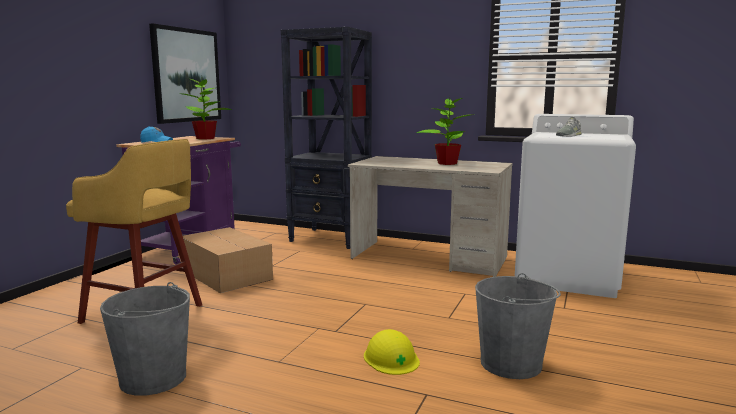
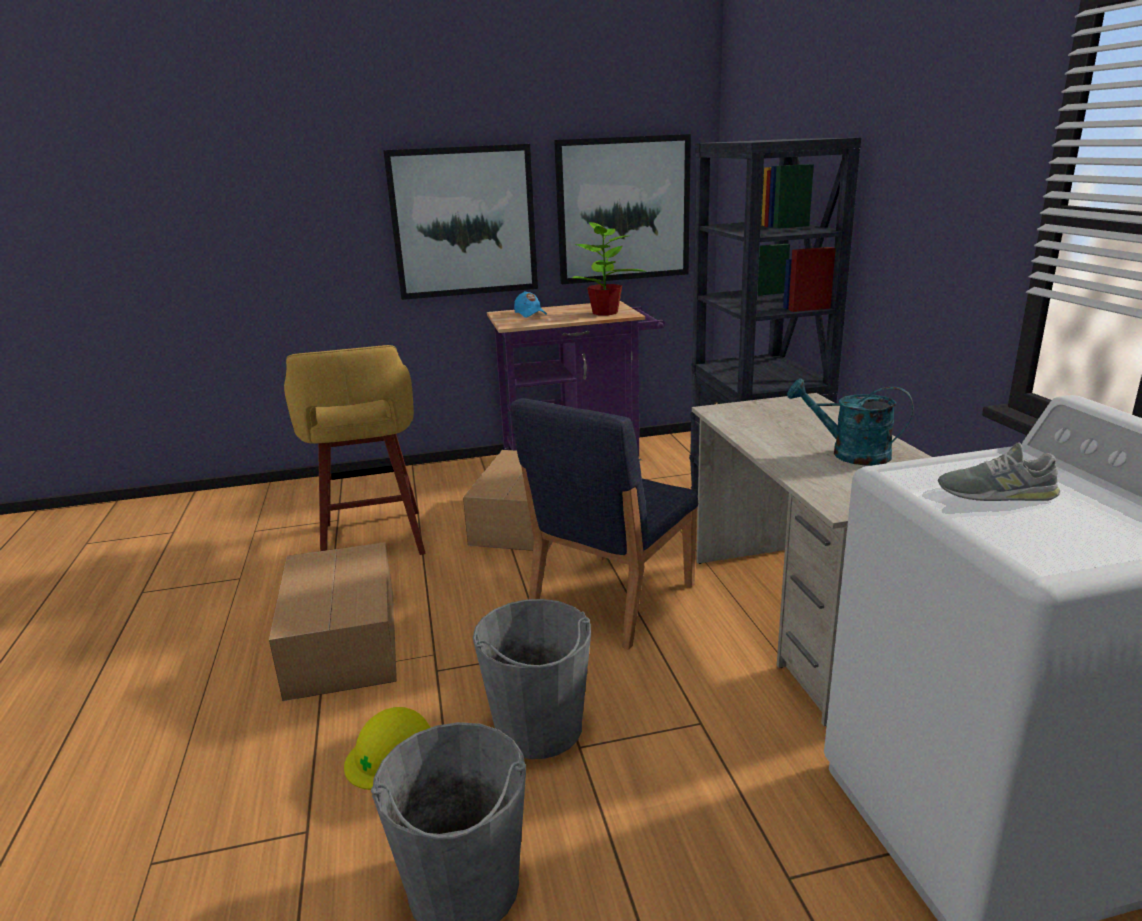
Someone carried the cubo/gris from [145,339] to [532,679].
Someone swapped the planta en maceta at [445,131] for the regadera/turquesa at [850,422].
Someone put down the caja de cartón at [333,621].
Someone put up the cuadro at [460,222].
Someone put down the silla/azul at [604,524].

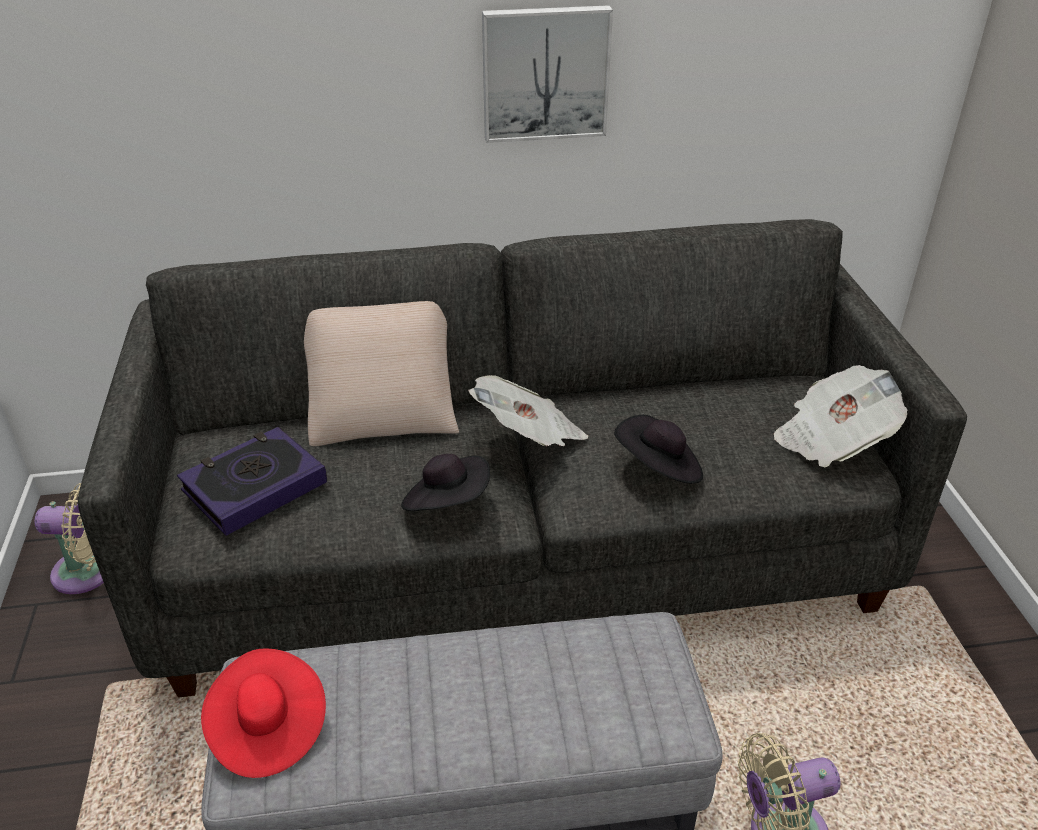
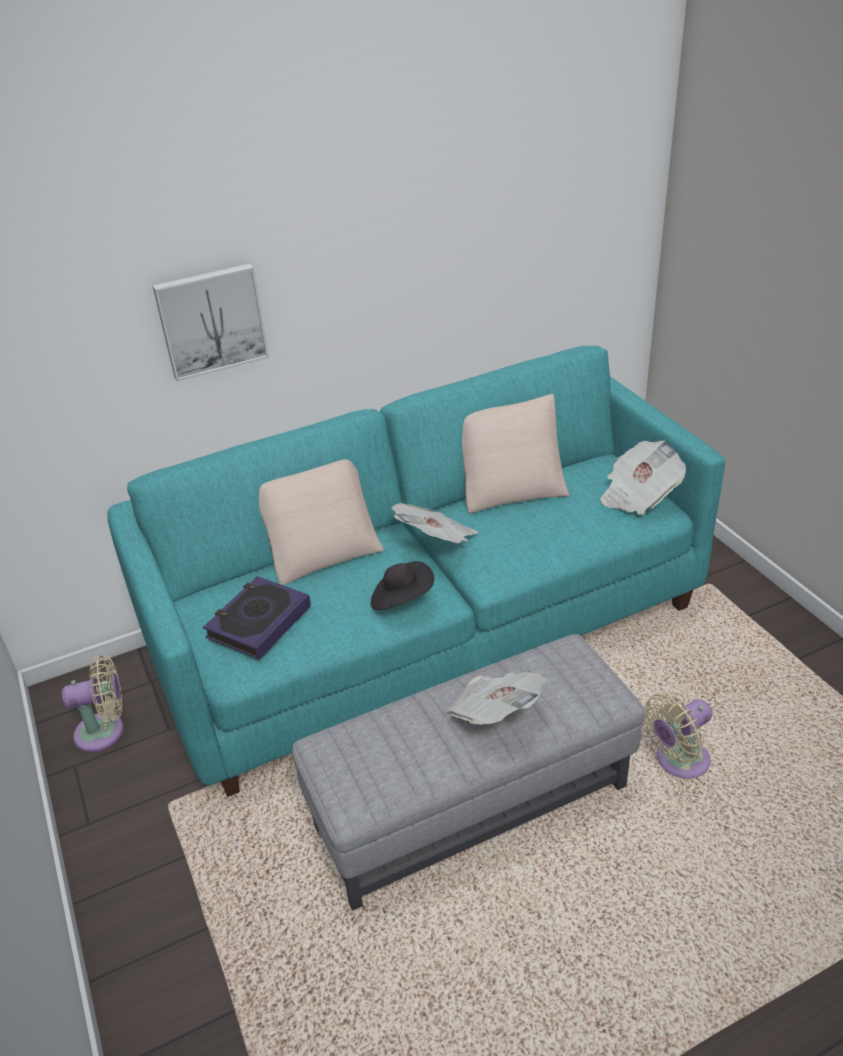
Someone repainted the sofá/gris at [522,458], which became the sofá/turquesa at [416,571].
Someone took away the sombrero/rojo at [263,713].
Someone carried the cuadro from [547,74] to [210,323].
Someone took away the sombrero/negro at [658,449].
Someone put down the periódico at [496,698].
Someone put down the cojín/beis at [516,453].

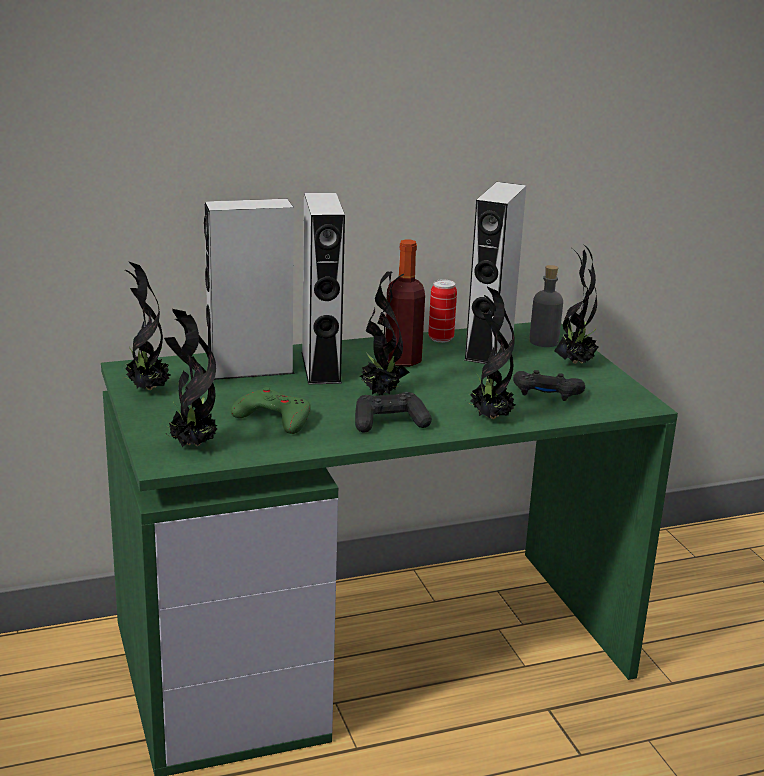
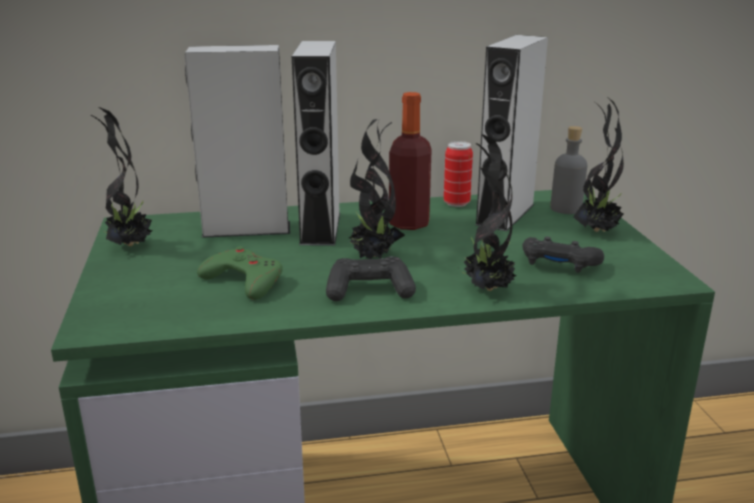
Someone took away the planta en maceta at [190,378].

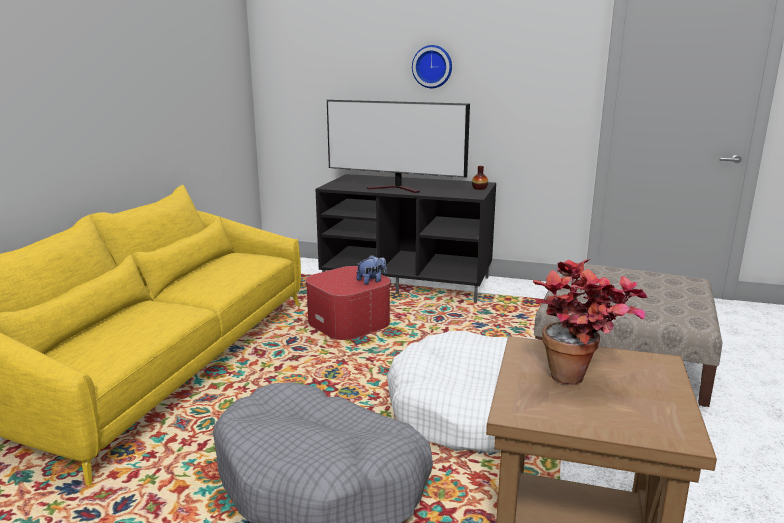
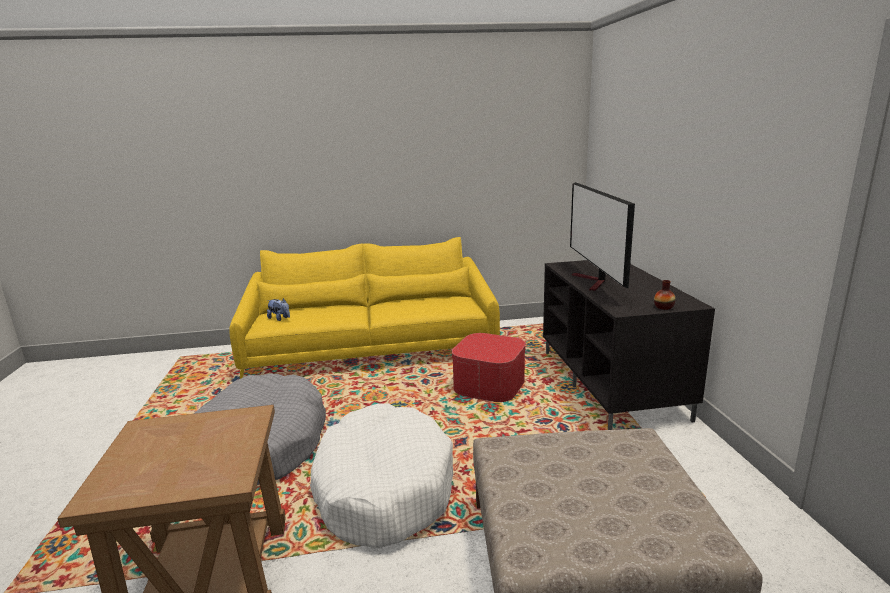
Someone carried the peluche from [372,270] to [278,309].
Someone took away the reloj de pared at [432,66].
Someone took away the planta en maceta at [589,322].

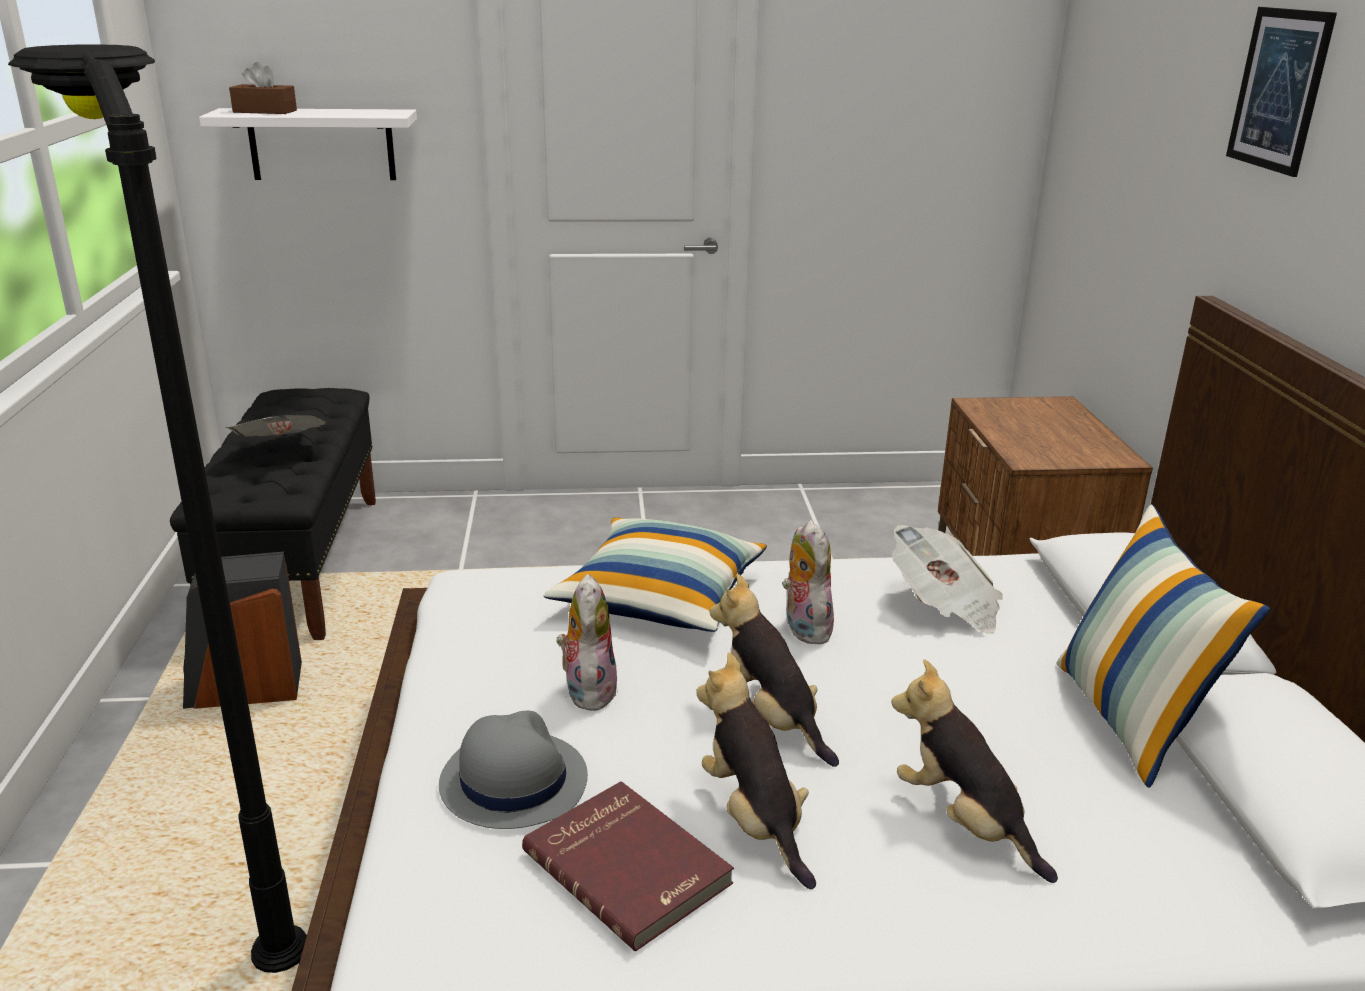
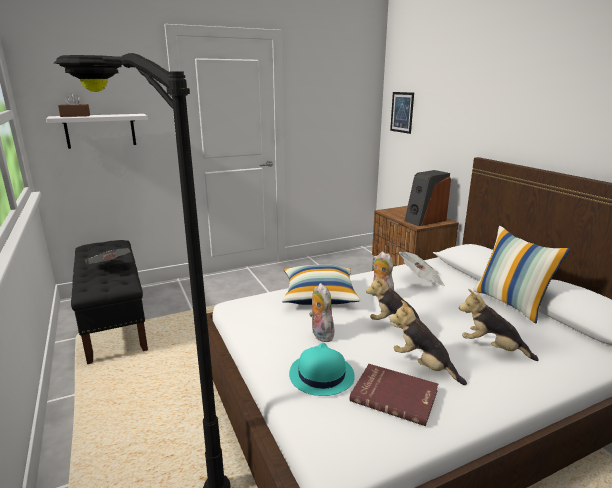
Someone carried the altavoz from [242,630] to [427,198].
Someone repainted the sombrero/gris at [513,769], which became the sombrero/turquesa at [322,369].
Someone carried the cuadro from [1281,92] to [402,113].

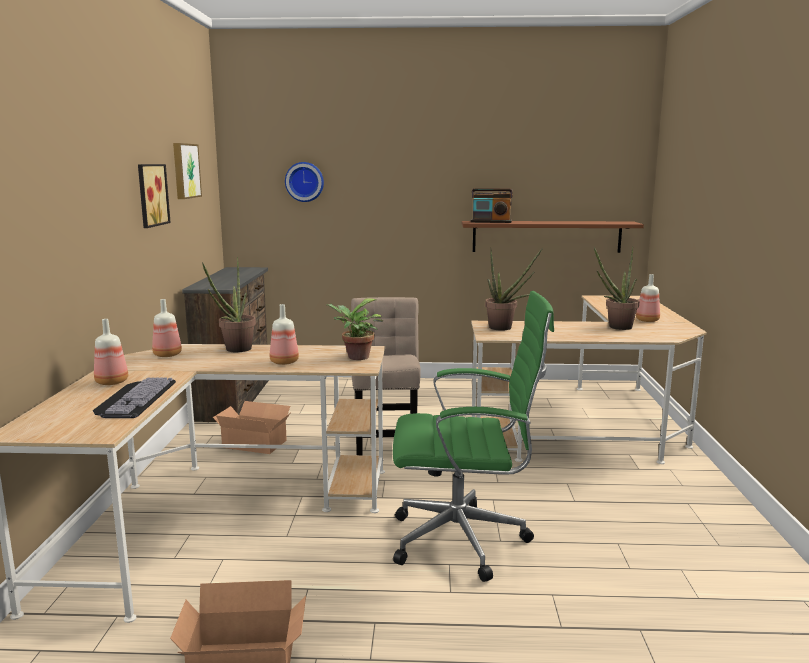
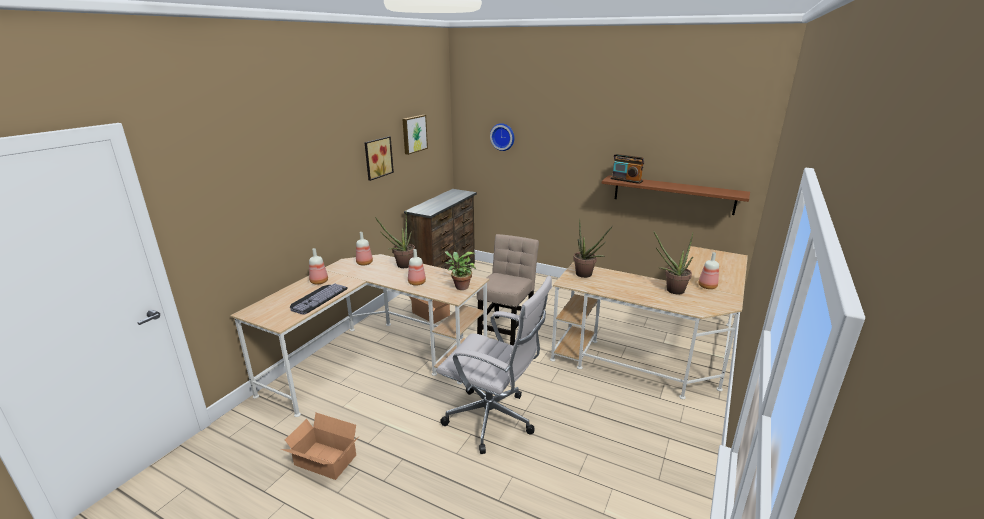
Someone repainted the silla de oficina/verde at [473,436], which became the silla de oficina/blanco at [494,365].

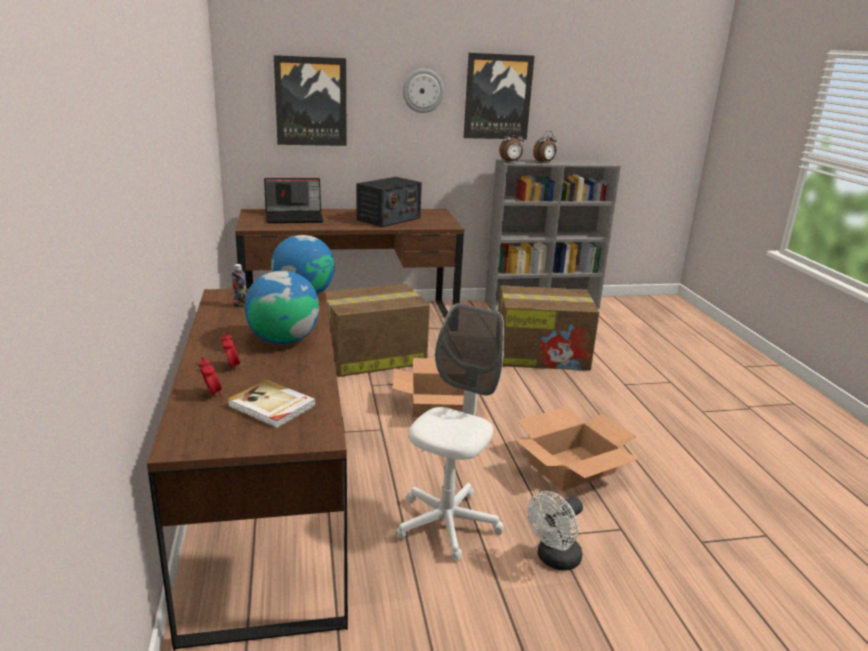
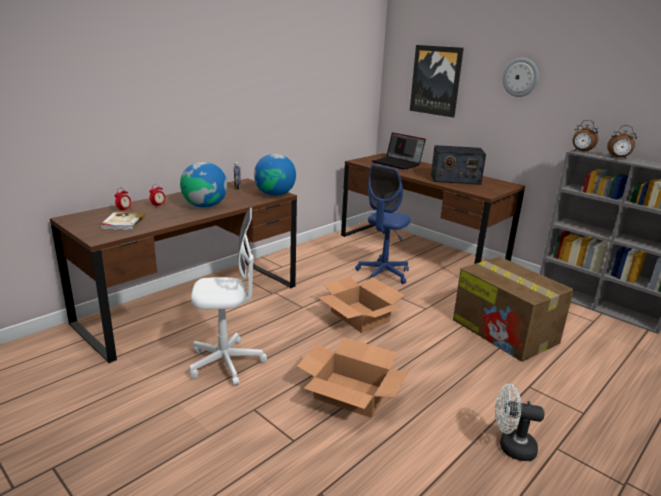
Someone swapped the caja de cartón at [377,330] for the silla de oficina/azul at [383,224].
Someone took away the cuadro at [498,96].
Someone carried the ventilador/blanco from [555,531] to [519,422].

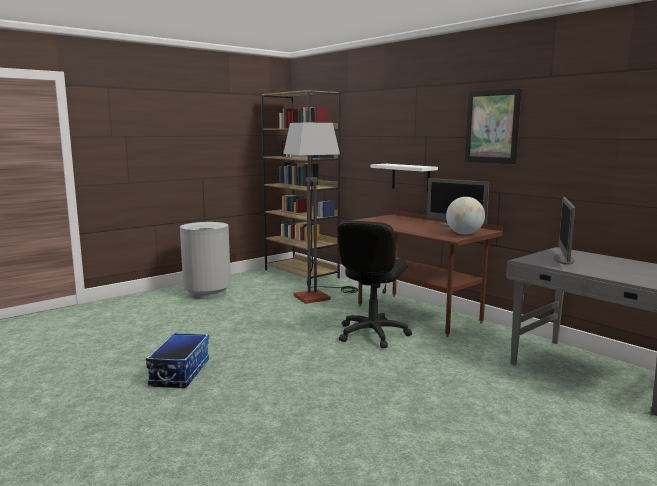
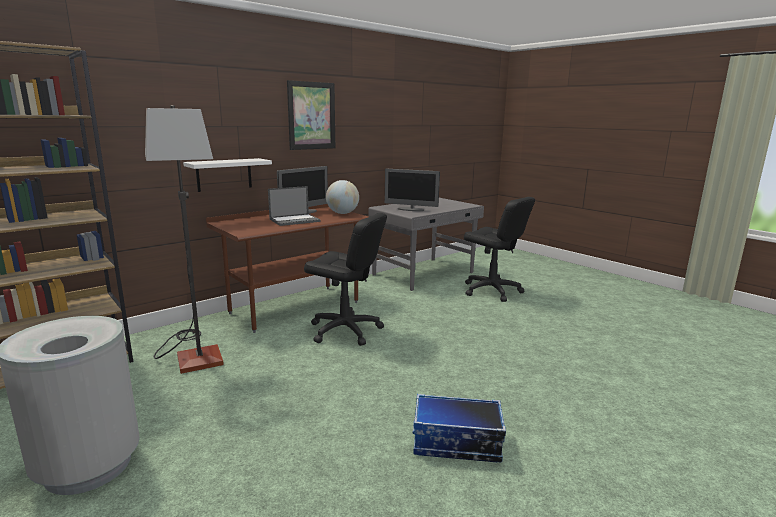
Someone put down the portátil at [294,206].
Someone put down the silla de oficina/negro at [499,249].

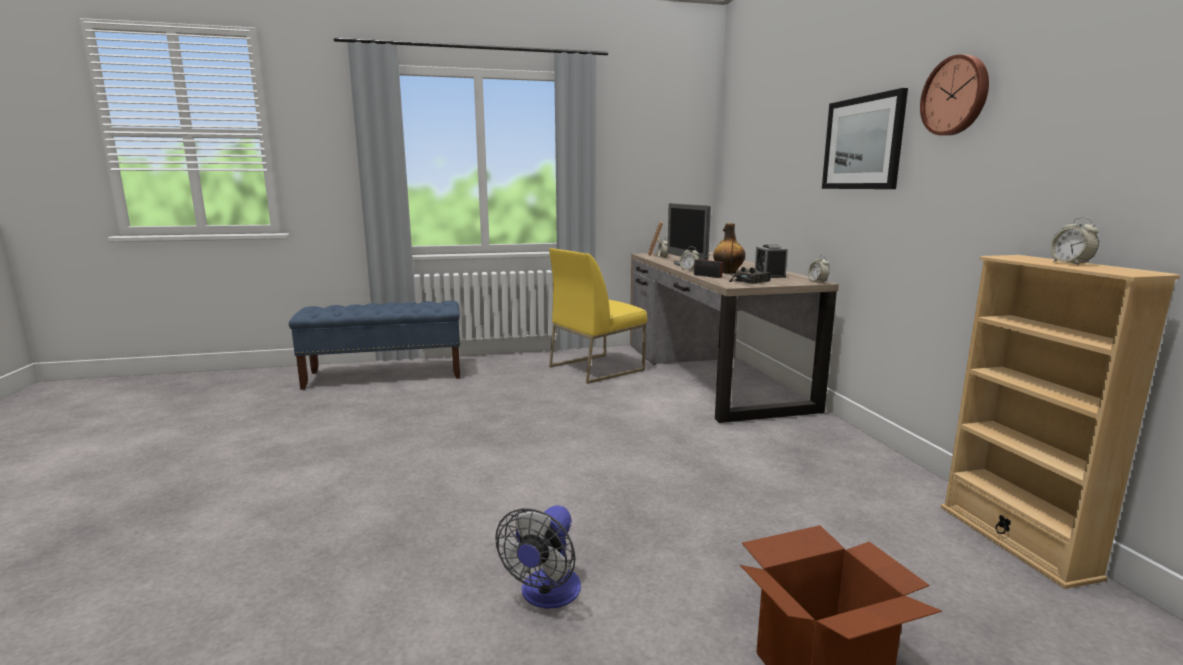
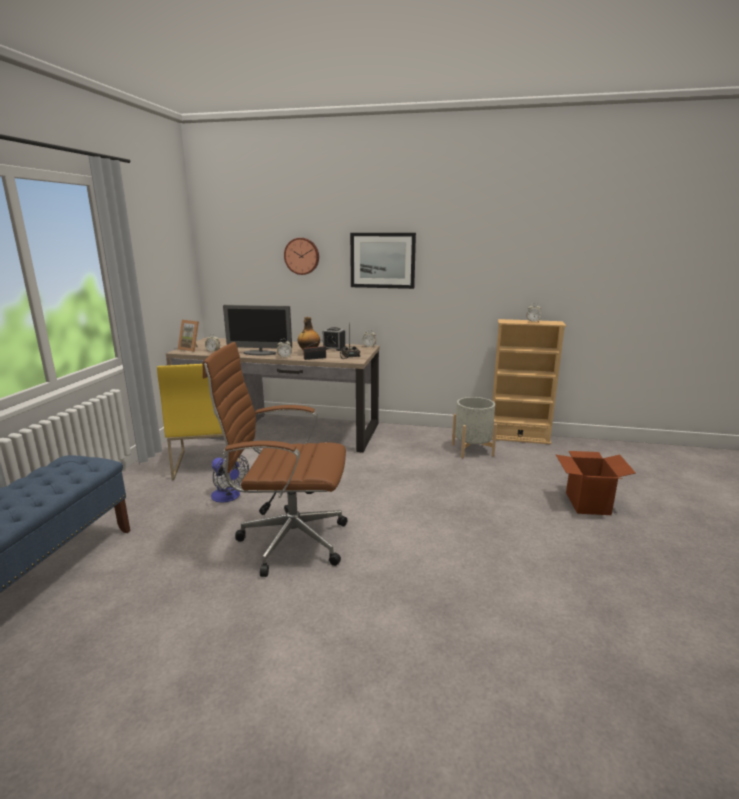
Someone carried the ventilador from [538,557] to [230,478].
Someone carried the reloj de pared from [954,95] to [301,256].
Someone put down the silla de oficina/marrón at [274,459].
Someone put down the maceta/gris at [474,427].

